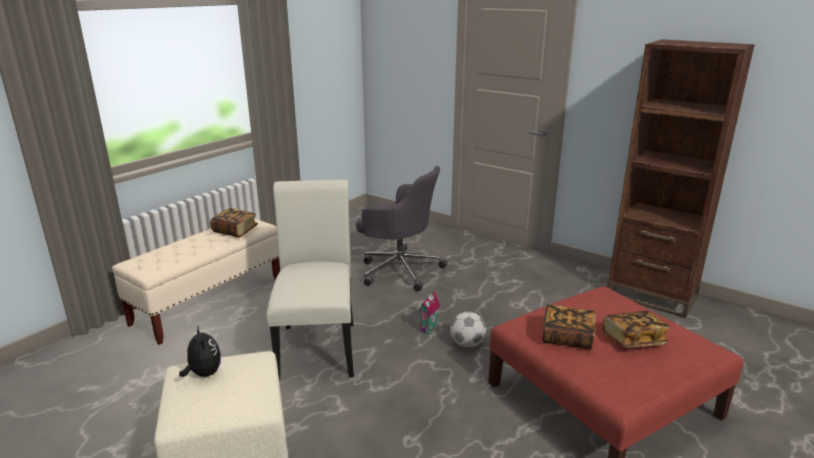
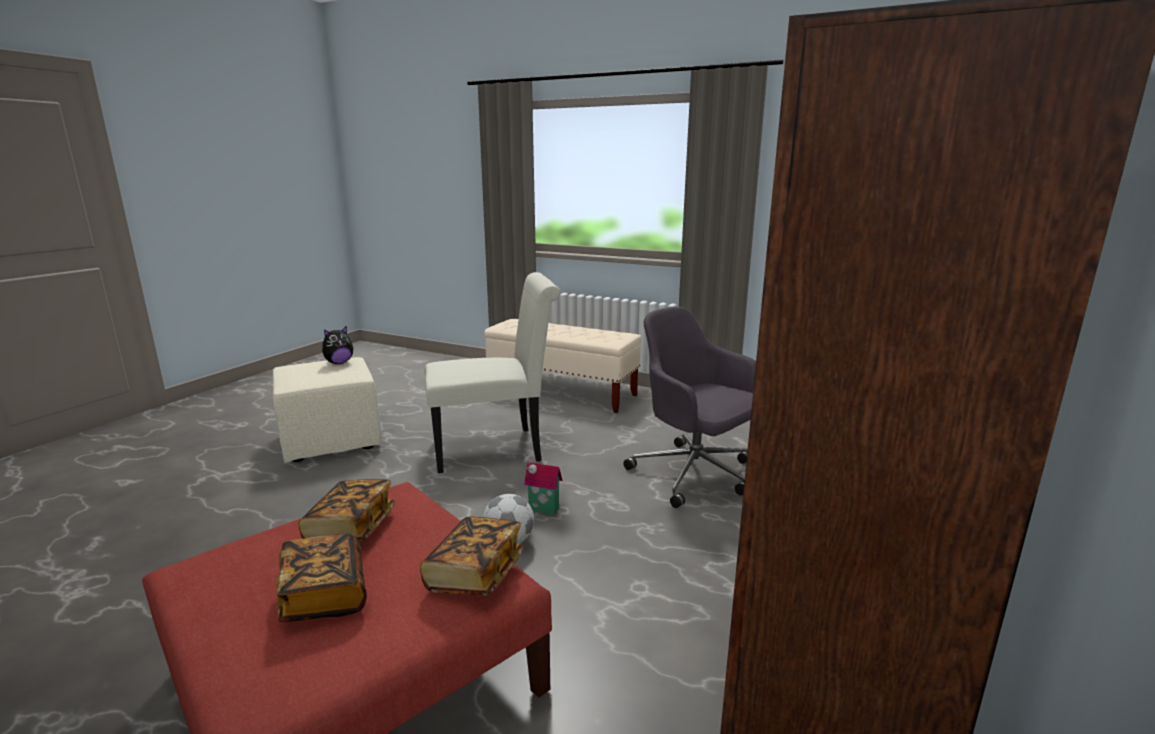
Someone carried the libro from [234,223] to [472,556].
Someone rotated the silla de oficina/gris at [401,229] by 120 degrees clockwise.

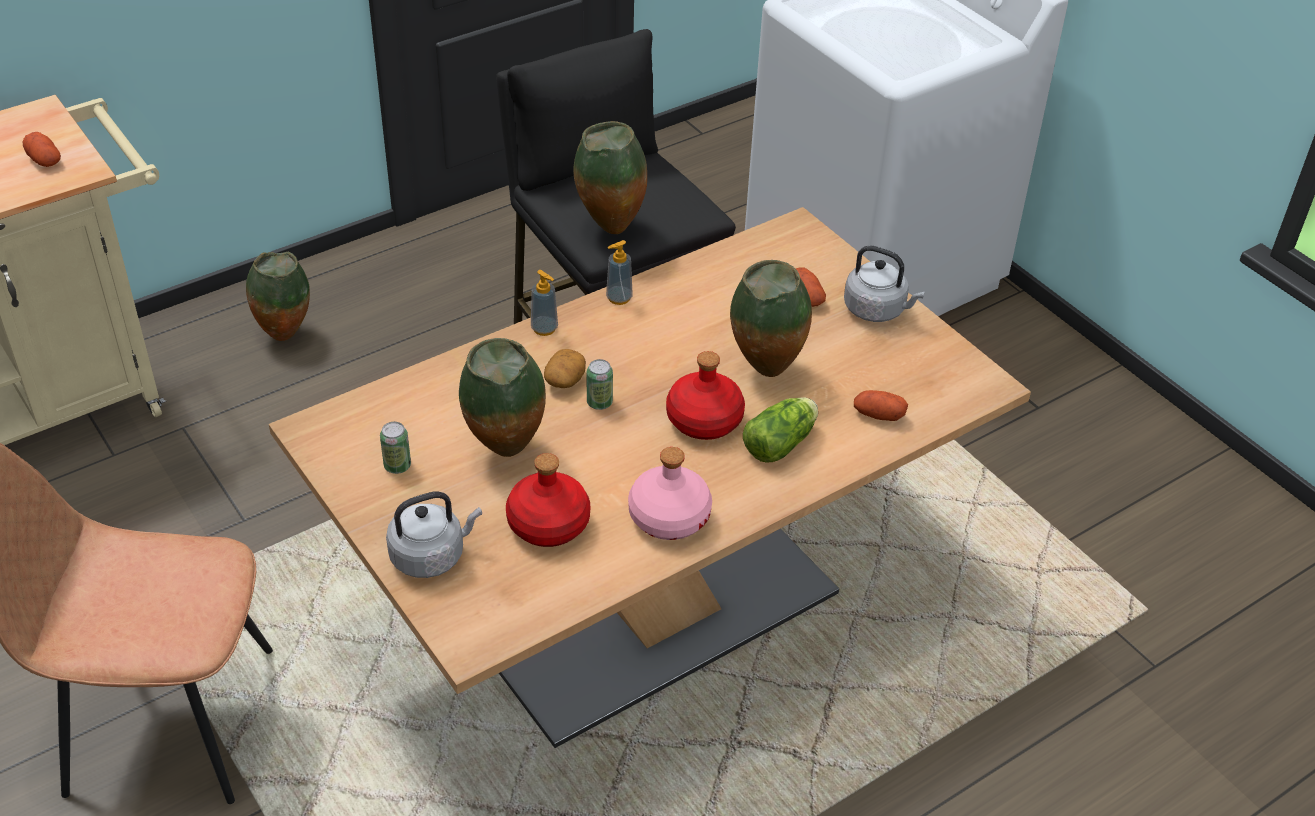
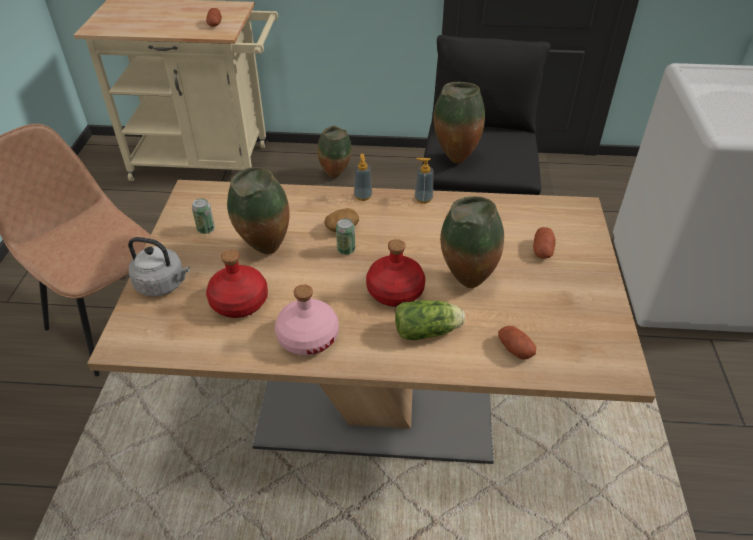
Someone took away the hervidor/gris at [884,284].

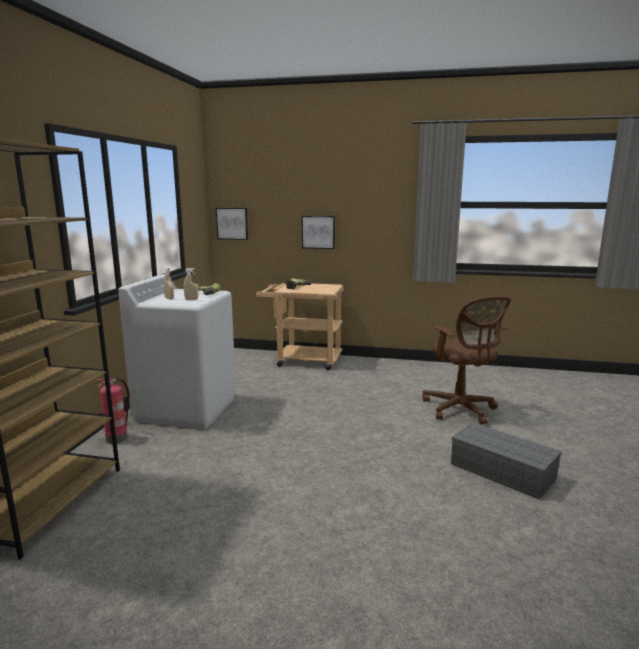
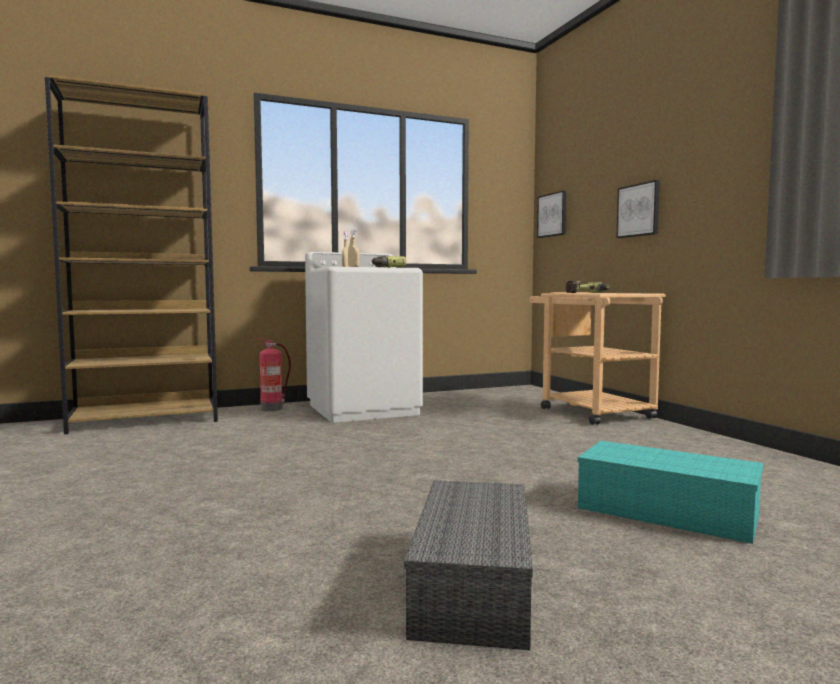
Someone swapped the silla de oficina/marrón at [466,360] for the caja de almacenaje/turquesa at [670,492].

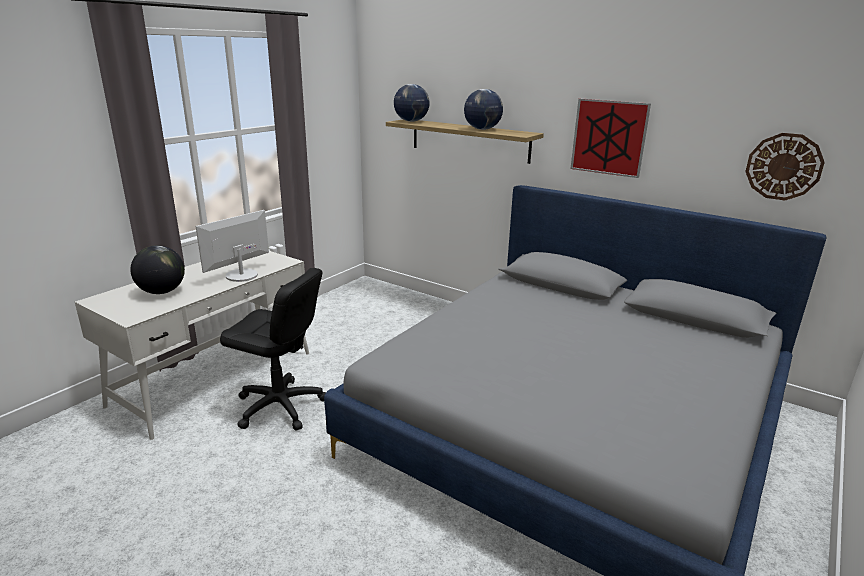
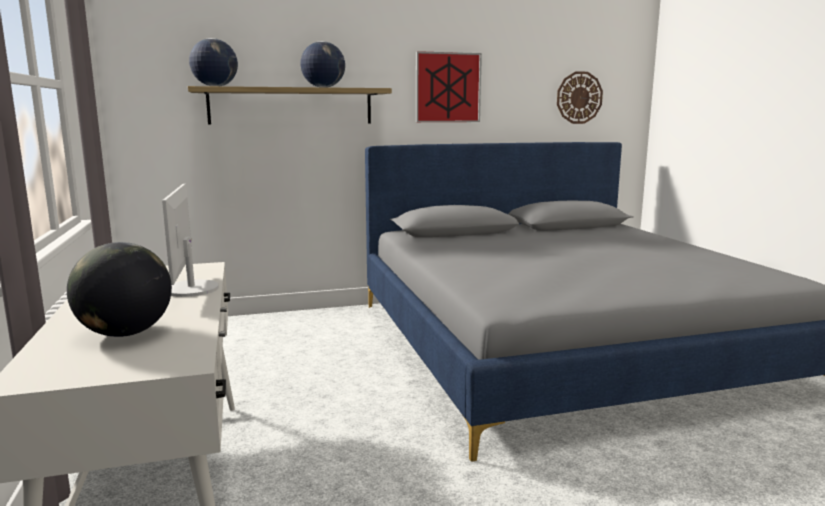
Someone took away the silla de oficina/negro at [273,349].

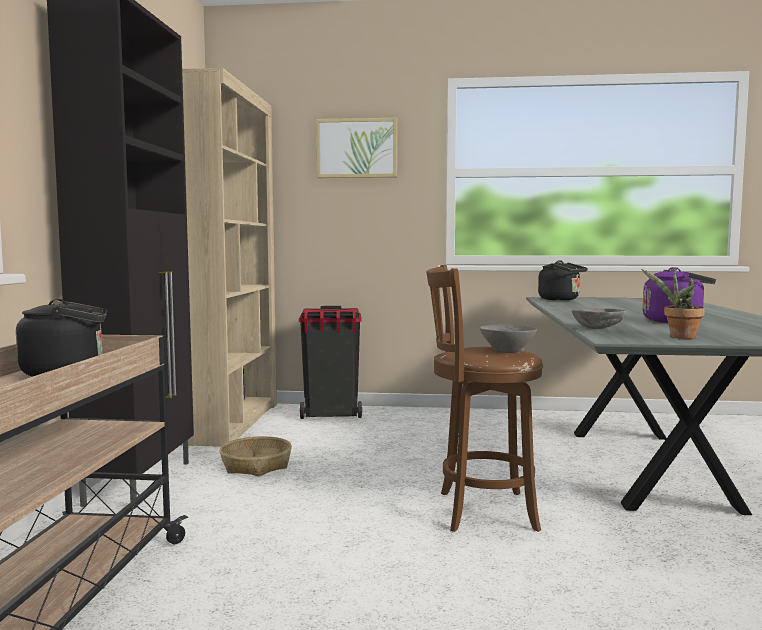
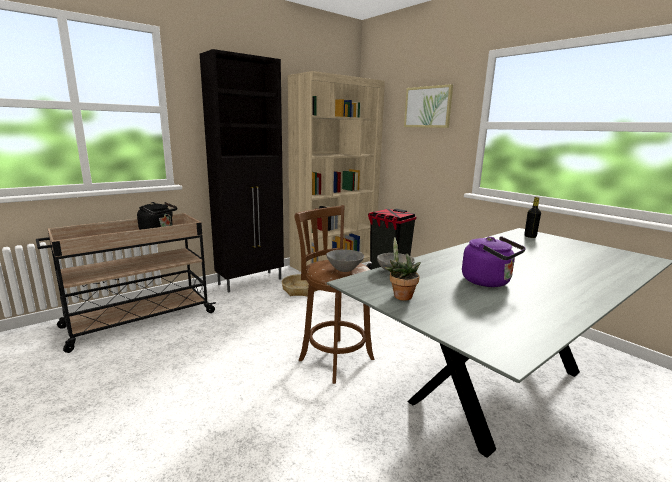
Someone swapped the hervidor/negro at [563,280] for the botella/negro at [532,217].

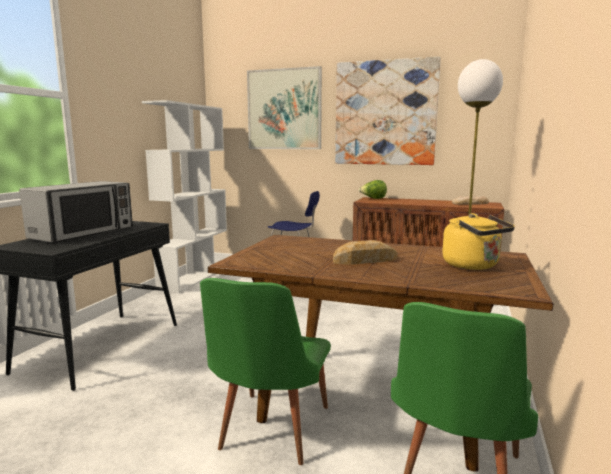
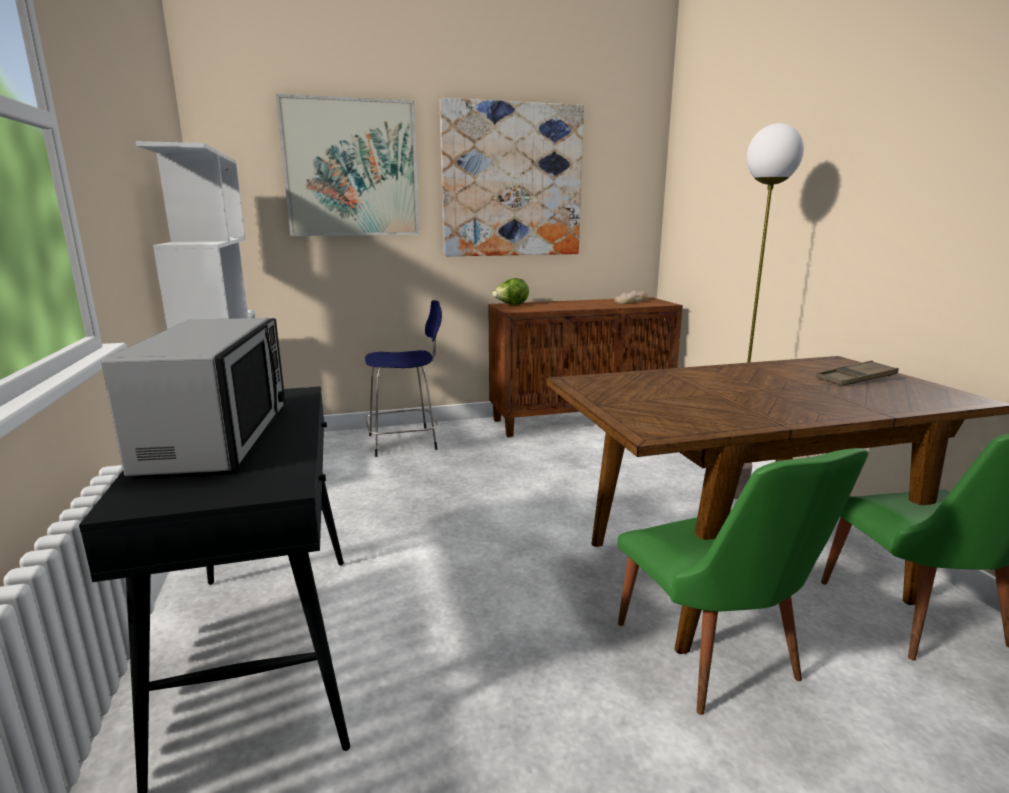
Someone took away the pan at [365,252].
Someone swapped the hervidor/amarillo at [478,241] for the bandeja/marrón at [857,373].

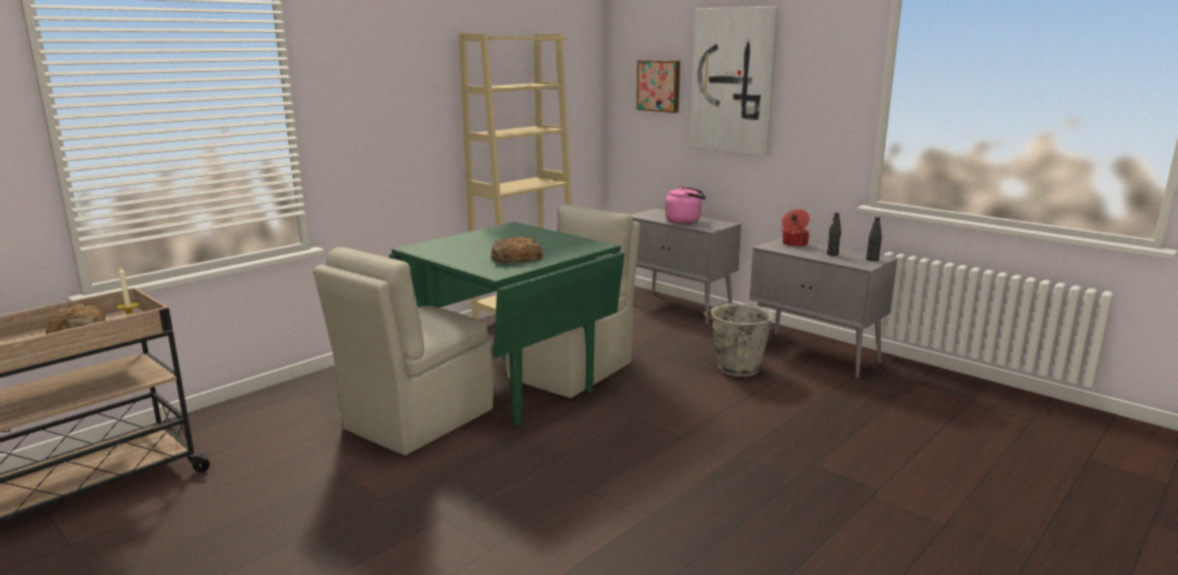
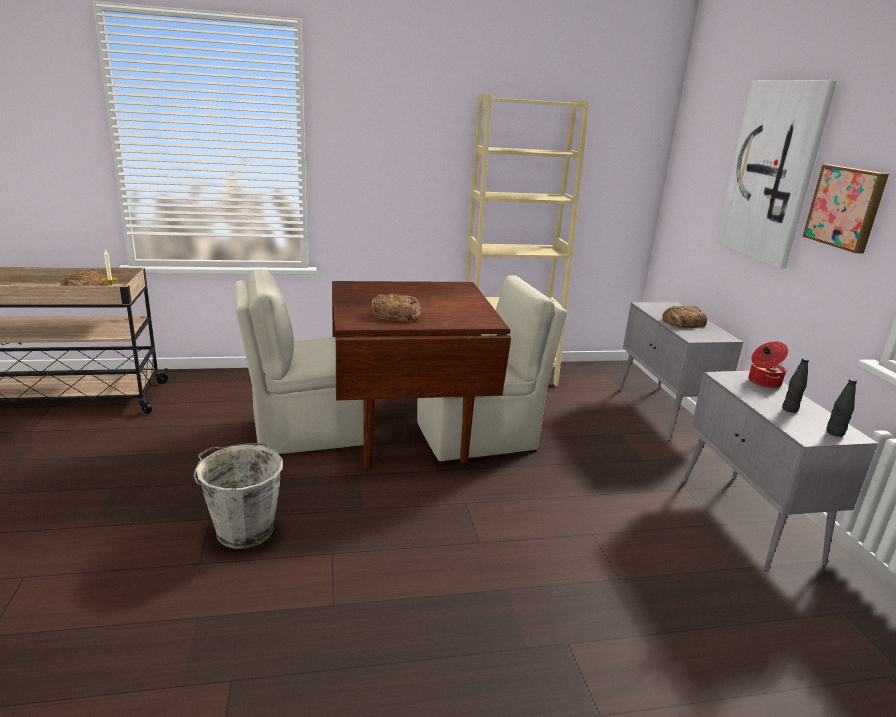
Someone repainted the mesa de comedor/verde at [507,324], which became the mesa de comedor/marrón at [421,374].
Someone carried the cuadro from [658,86] to [846,208].
Someone swapped the hervidor/rosa at [685,205] for the pan at [684,317].
Someone carried the cubo/gris from [738,340] to [238,496].

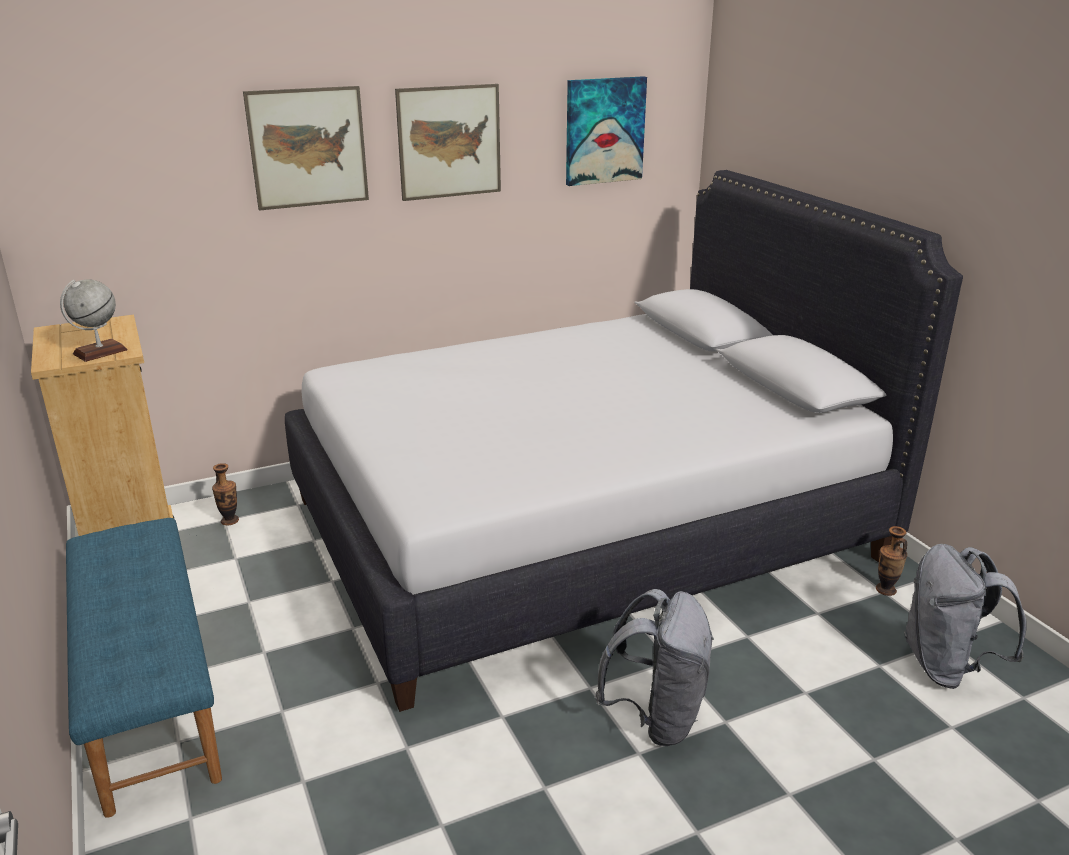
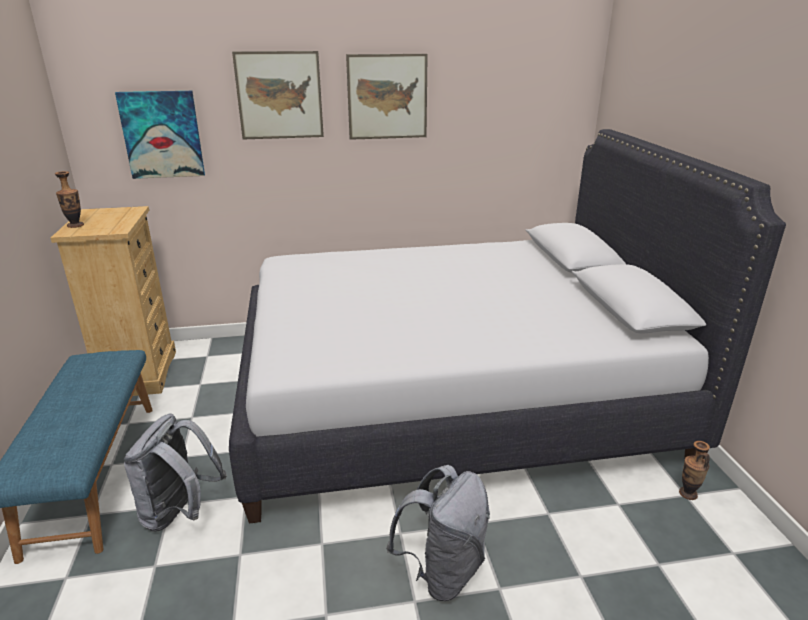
Someone took away the globo terráqueo at [94,320].
Someone carried the florero from [225,494] to [69,199].
Someone carried the cuadro from [606,131] to [160,135].
Someone carried the mochila/gris from [965,616] to [175,473].

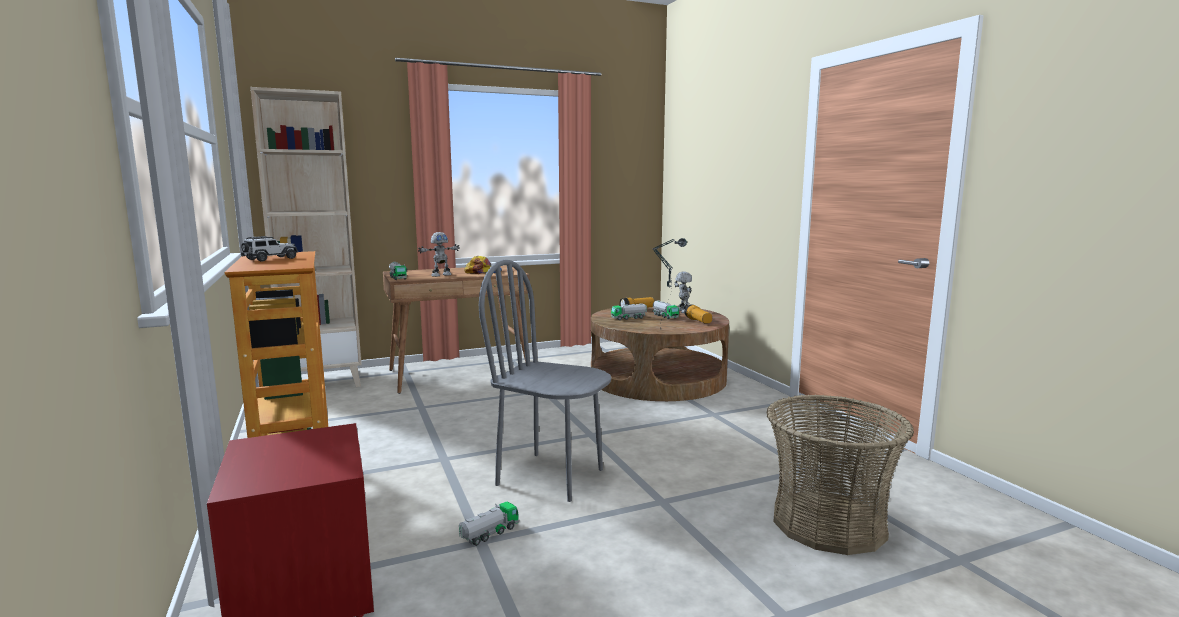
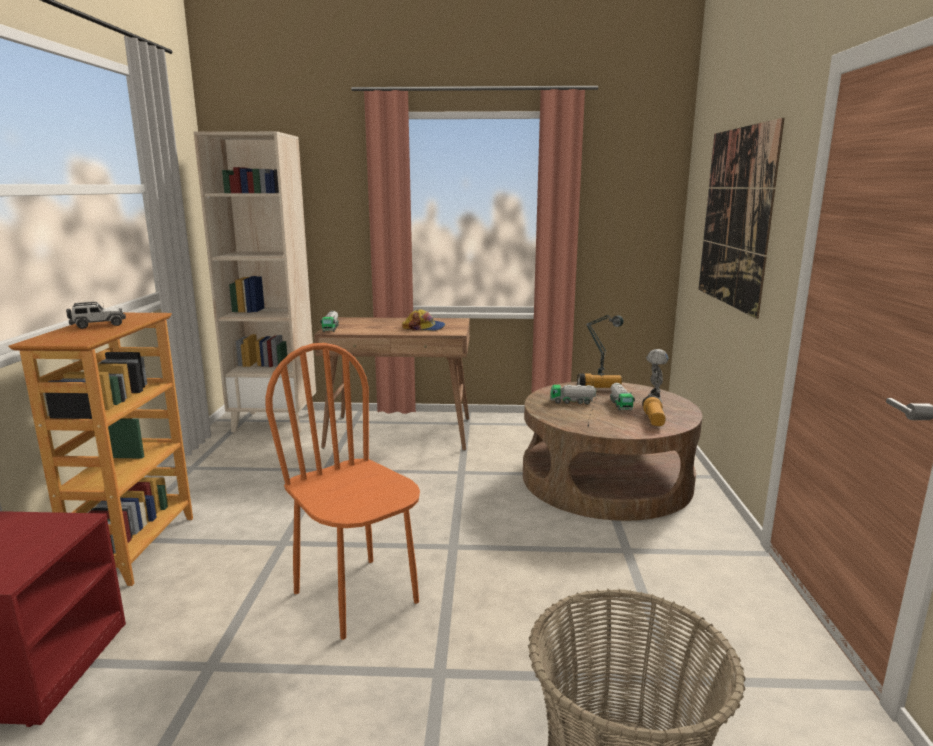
Someone took away the robot de juguete at [439,254].
Someone took away the camión de juguete at [489,524].
Someone repainted the silla/gris at [545,381], which became the silla/naranja at [342,491].
Someone put up the cuadro at [741,218].

